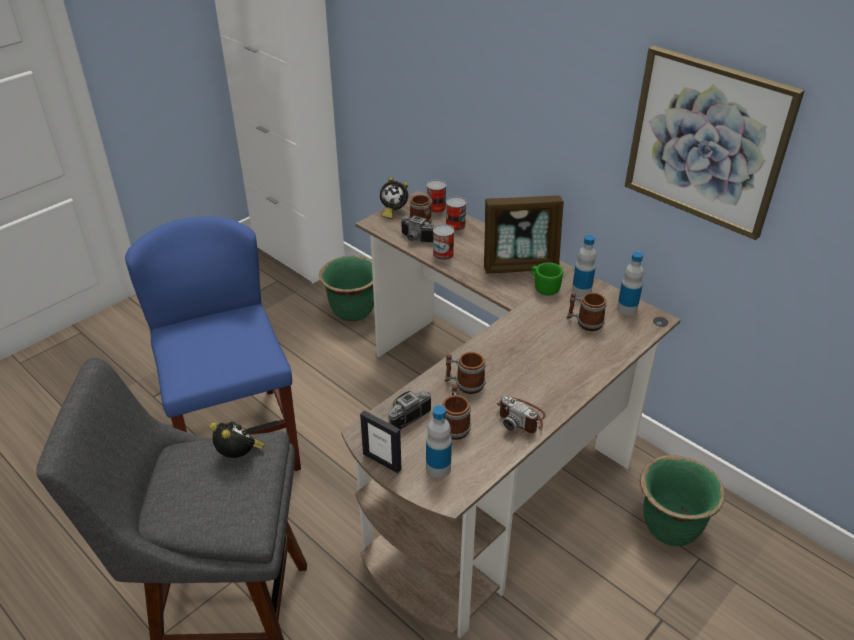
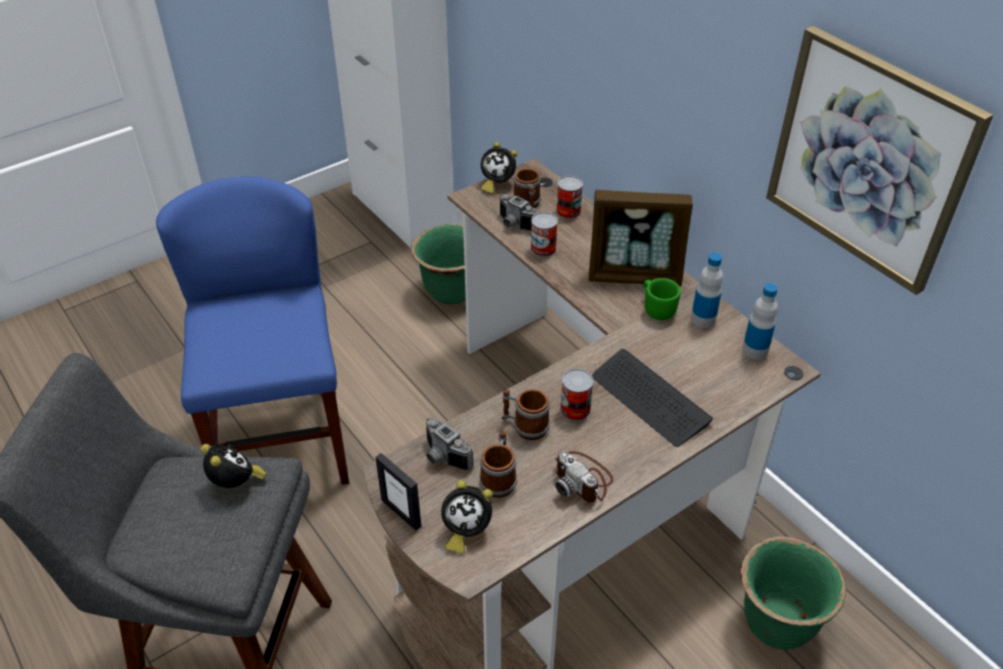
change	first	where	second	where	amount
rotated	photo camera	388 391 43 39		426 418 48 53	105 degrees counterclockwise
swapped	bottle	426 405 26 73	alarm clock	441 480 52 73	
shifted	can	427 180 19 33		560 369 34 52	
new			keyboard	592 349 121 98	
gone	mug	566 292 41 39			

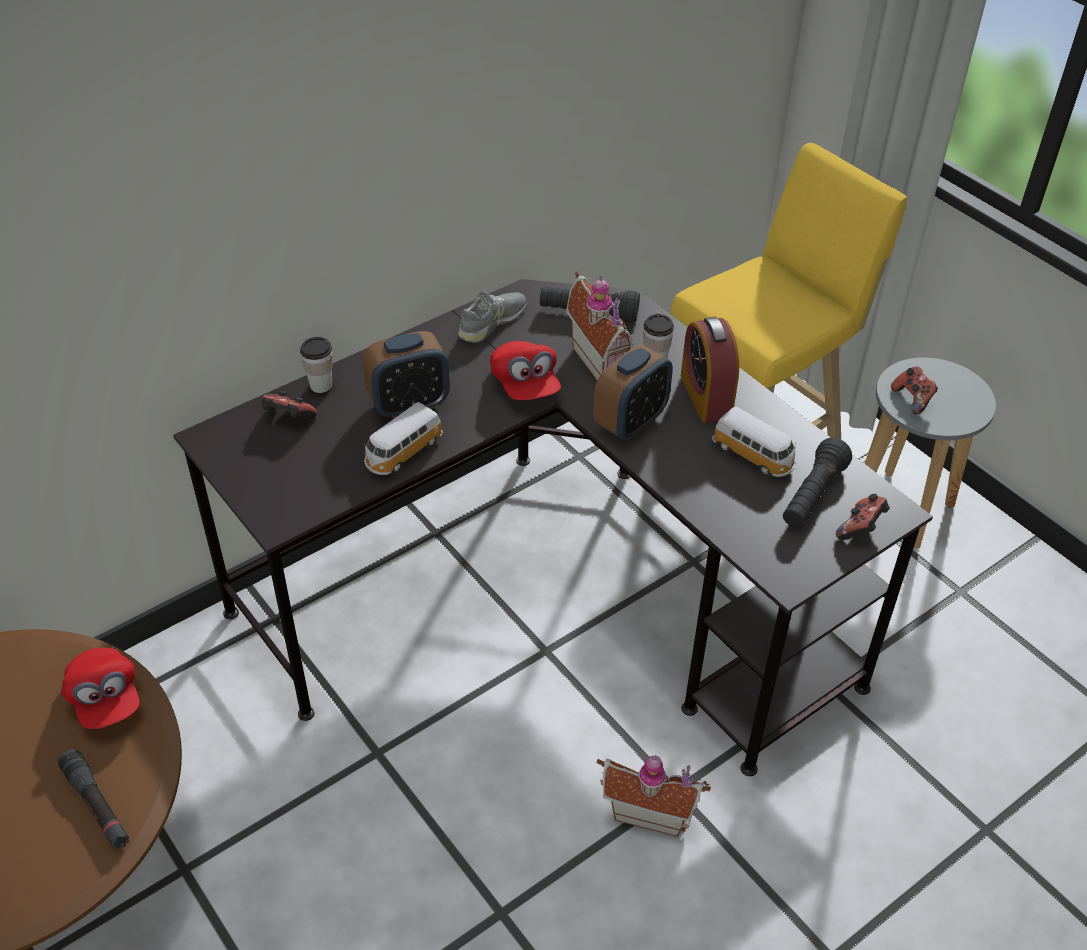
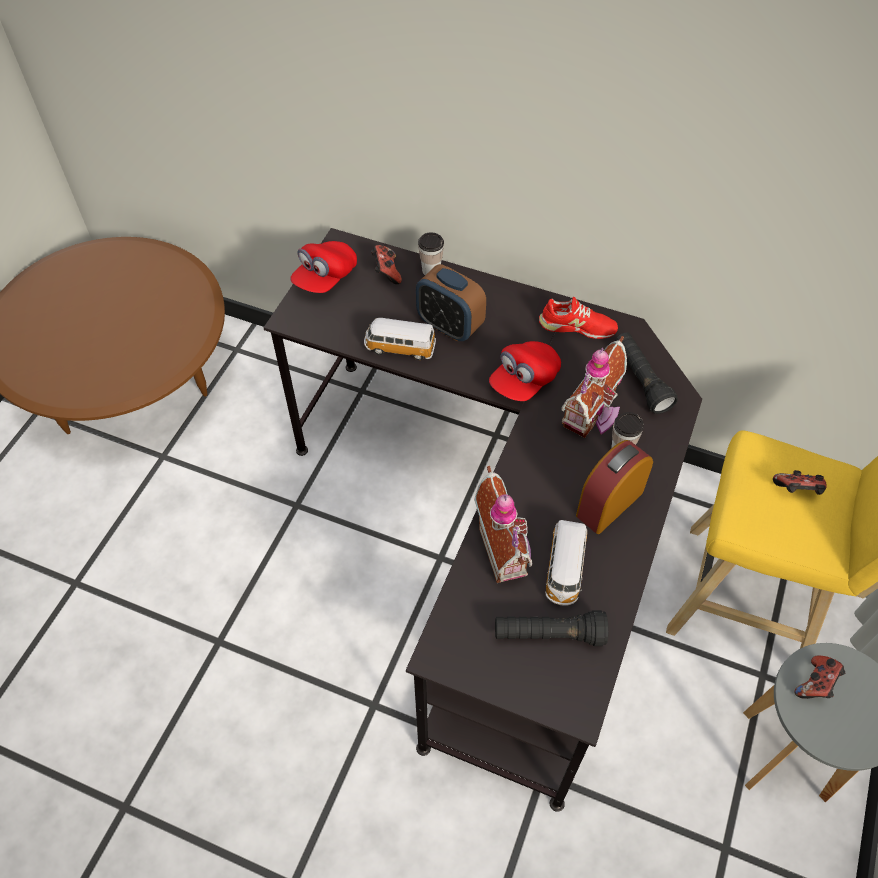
change	first	where	second	where	amount
shifted	cap (red)	61 648 79 81		290 241 67 52	
shifted	toy house	597 755 114 82		474 466 58 117	
repainted	shoe (grey)	458 291 68 52	shoe (red)	539 297 79 42	
shifted	game controller	836 494 54 46		773 470 54 25	
gone	flashlight (black)	58 749 71 100			
gone	alarm clock	593 344 80 96			

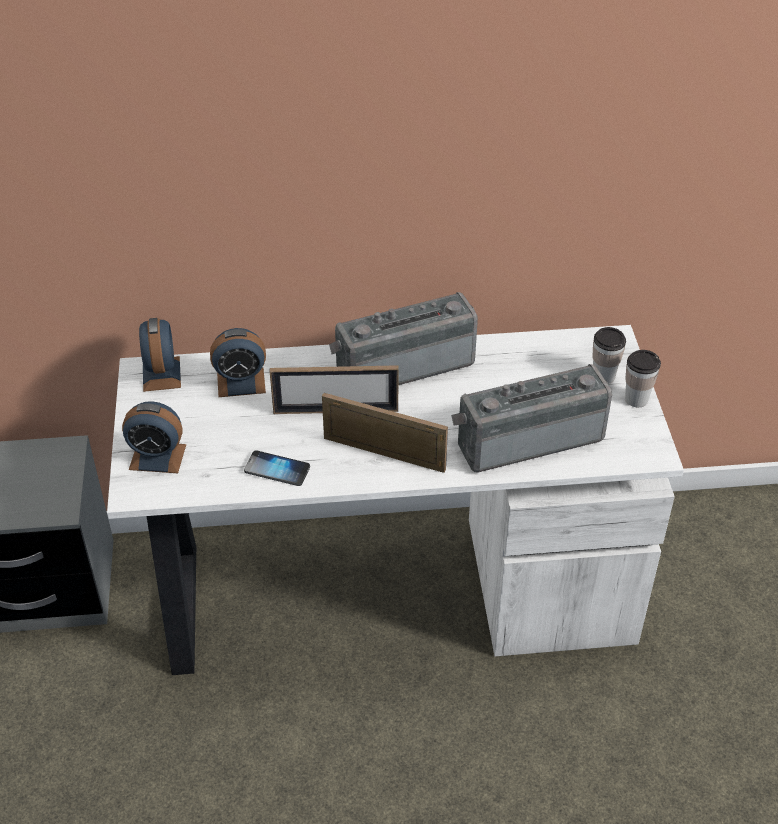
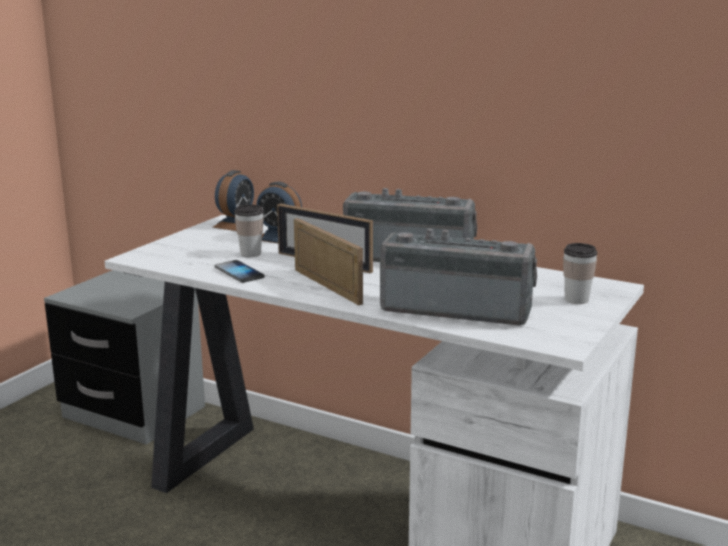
change	first	where	second	where	amount
shifted	cup	625 350 36 57		234 205 30 52	
gone	alarm clock	122 401 64 72			

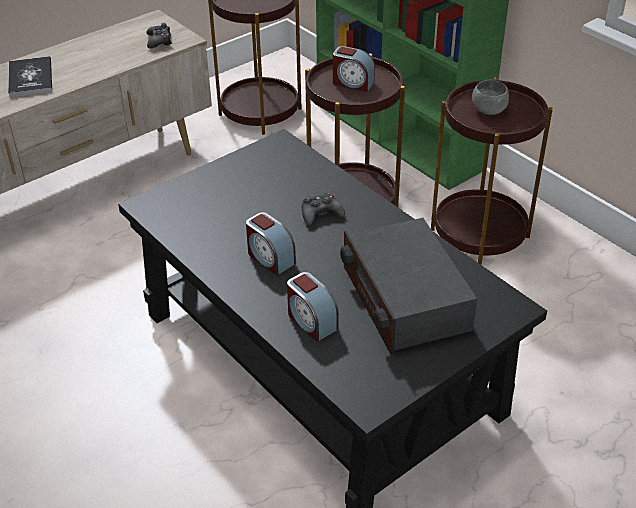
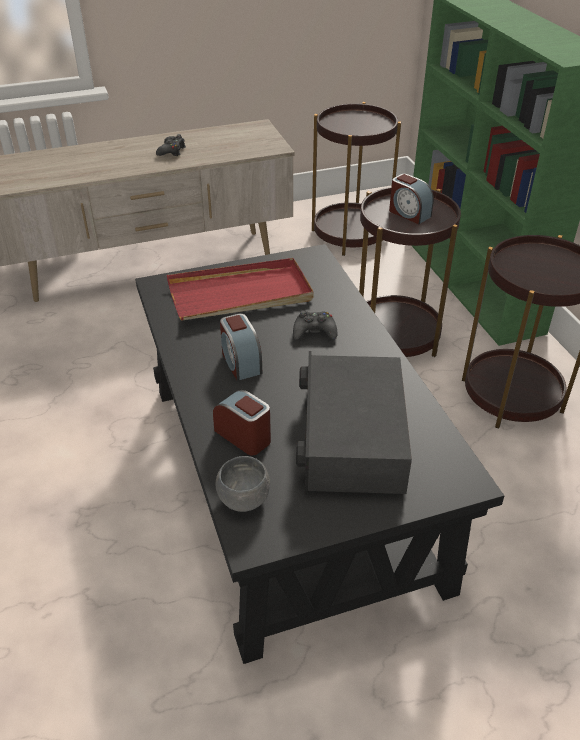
change	first	where	second	where	amount
shifted	game controller (black)	146 23 26 25		156 134 30 22	
new			tray (red)	167 258 146 63	
rotated	alarm clock	287 272 52 70		213 390 58 66	150 degrees clockwise
shifted	bowl (grey)	472 80 37 35		216 456 54 56	
gone	book	8 56 44 41			

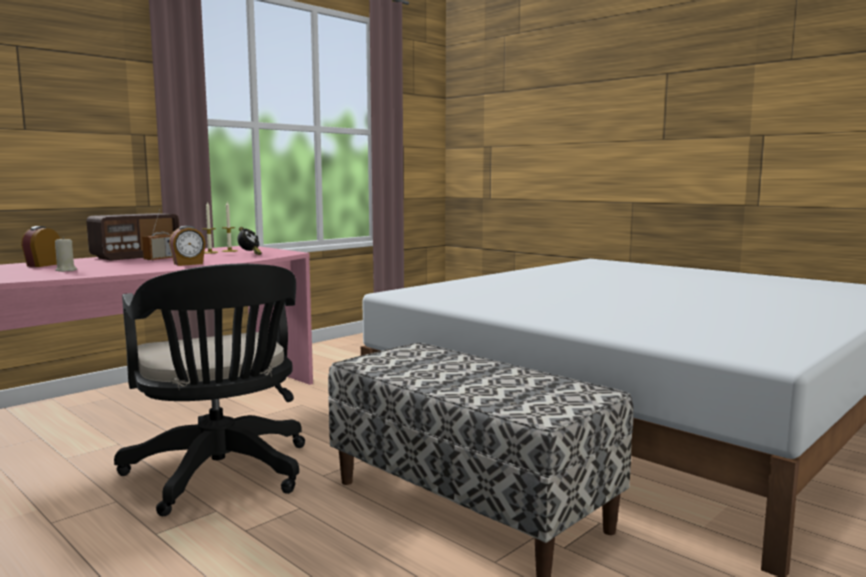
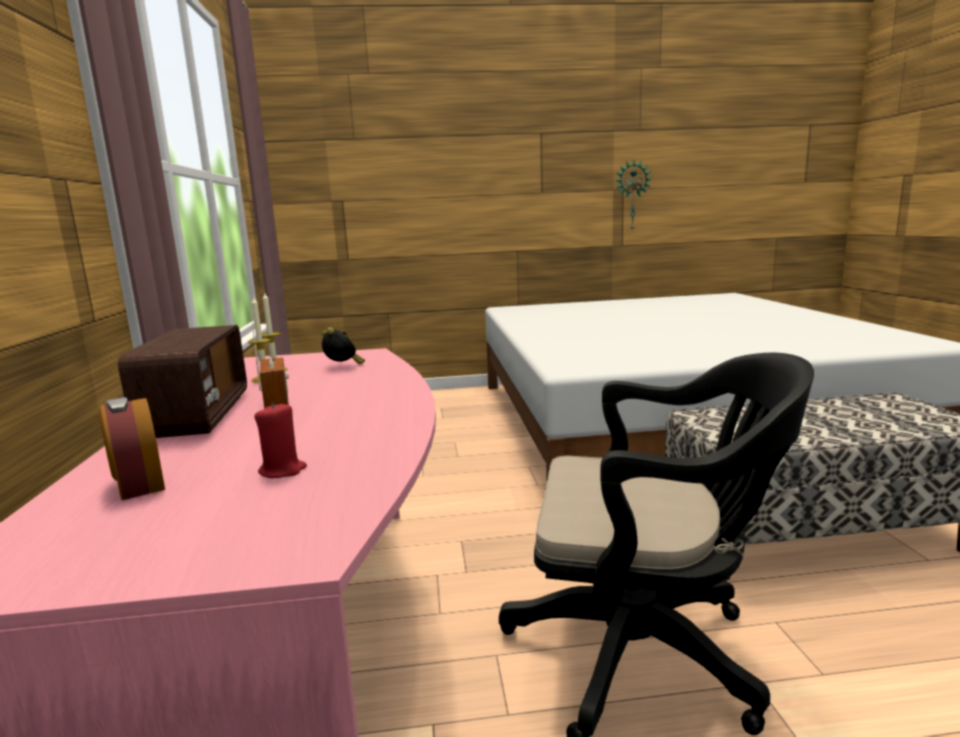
change	first	where	second	where	amount
repainted	candle (beige)	55 237 22 35	candle (red)	254 402 53 76	
new			wall clock	615 160 36 71	
gone	alarm clock	169 226 37 40			

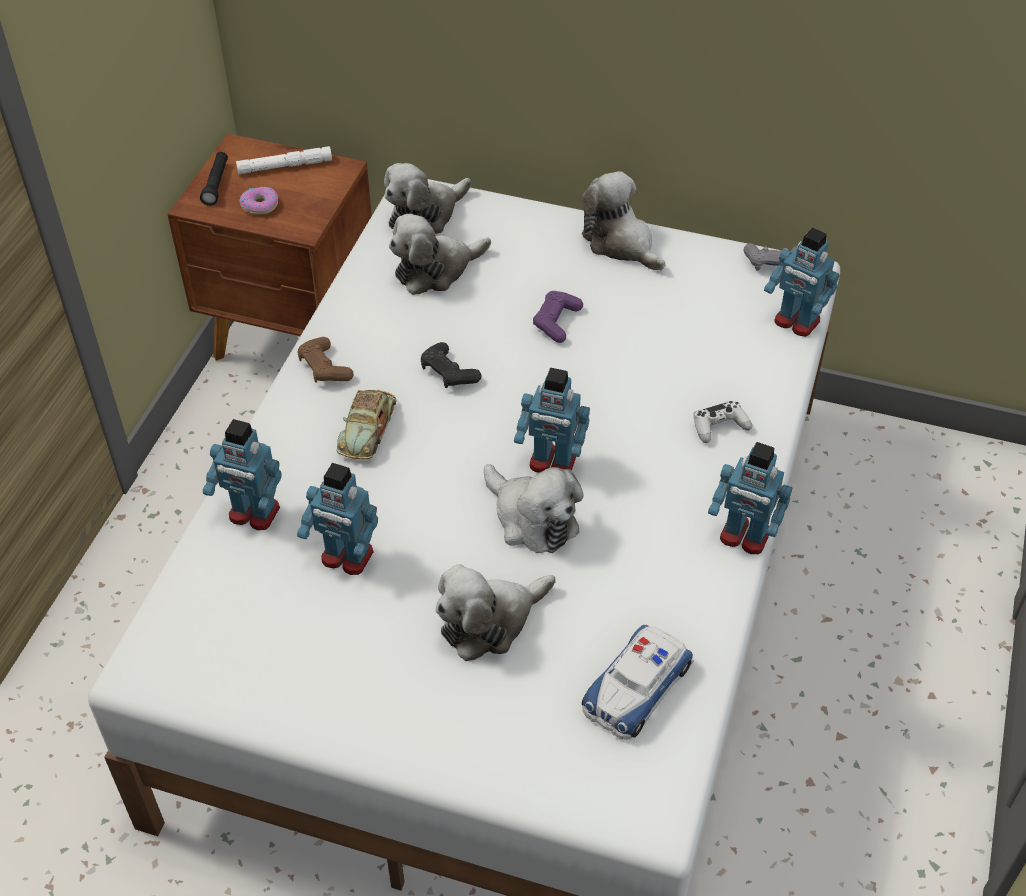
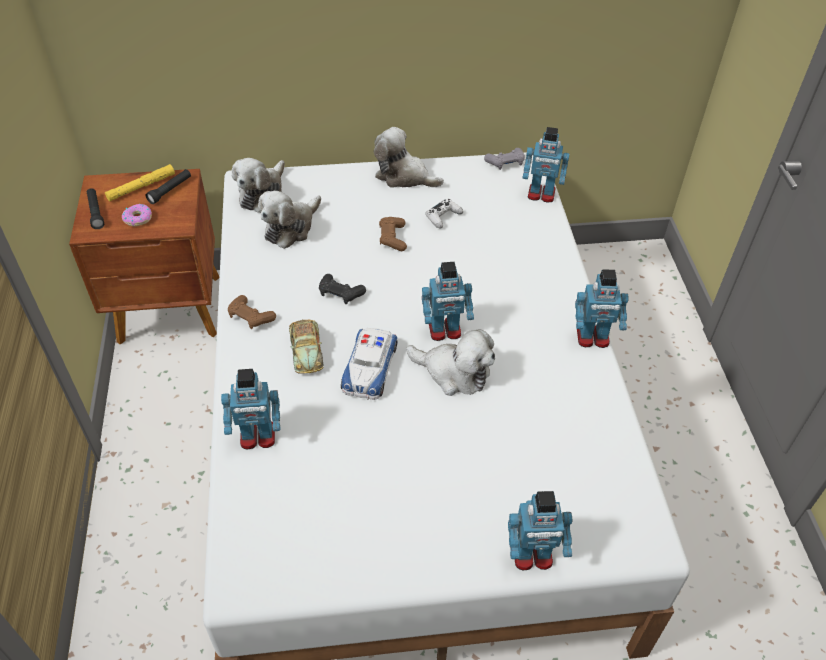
change	first	where	second	where	amount
repainted	flashlight (white)	236 146 96 28	flashlight (yellow)	105 164 70 38	
new			flashlight (black)	145 169 46 35	
shifted	toy car	582 624 111 116		341 328 57 72	
repainted	game controller (purple)	533 291 50 52	game controller (brown)	379 217 28 34	
shifted	game controller (white)	693 401 59 42		426 199 37 30	
shifted	toy robot	297 463 81 112		508 491 64 80	
gone	plush toy	436 564 120 97			

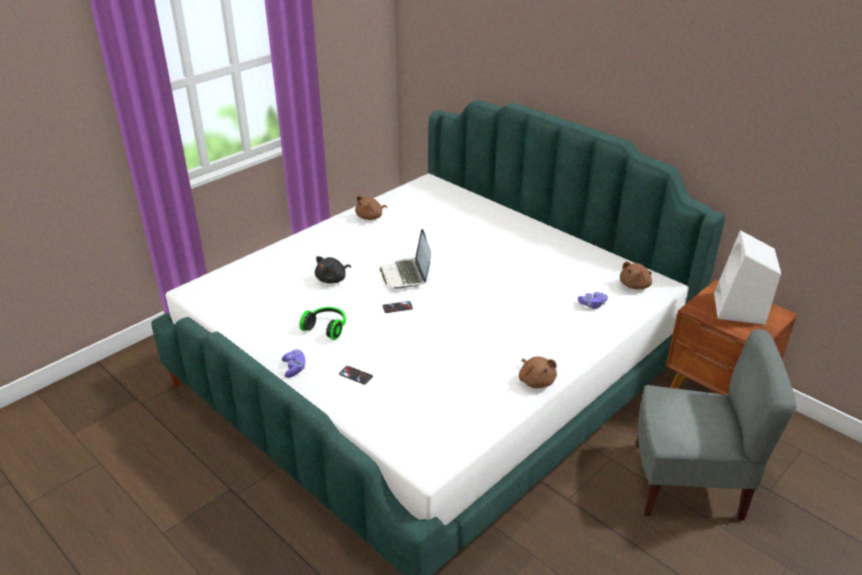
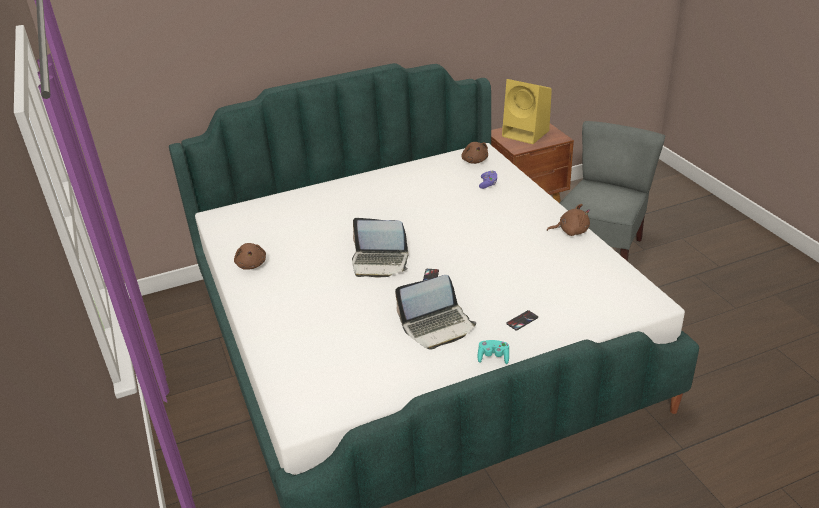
change	first	where	second	where	amount
swapped	headphones	300 307 46 33	laptop	395 275 81 75	
repainted	game controller (purple)	282 349 23 29	game controller (turquoise)	478 340 31 24	
repainted	speaker (white)	714 230 67 95	speaker (yellow)	502 79 50 65	
gone	plush toy (black)	315 256 36 27			

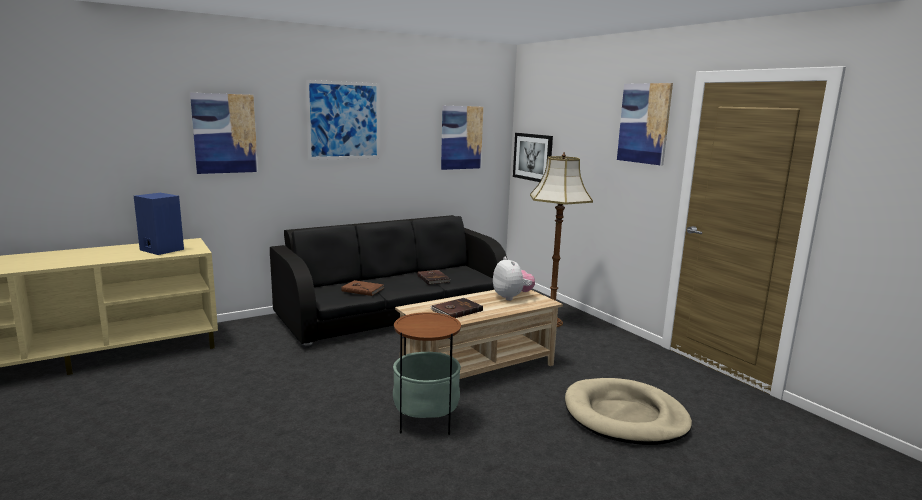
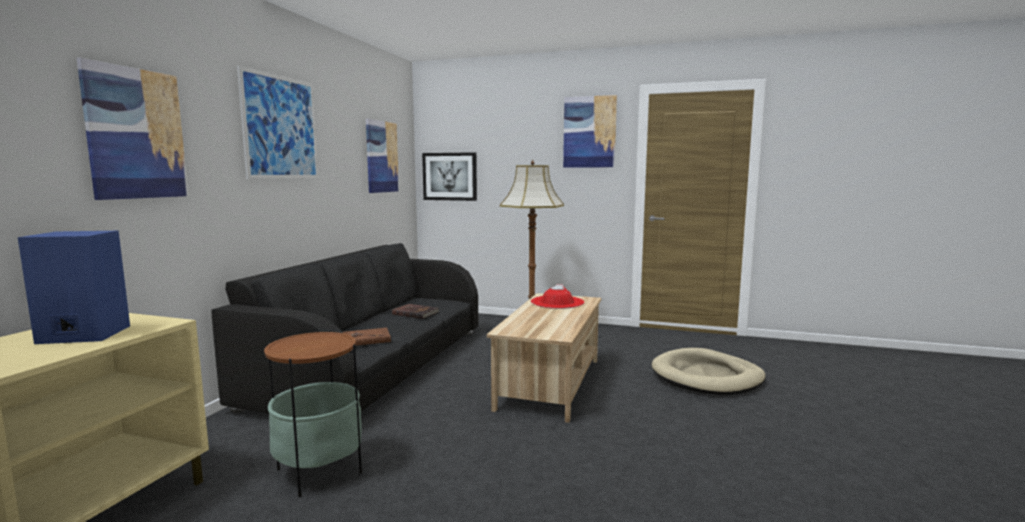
change	first	where	second	where	amount
shifted	side table	393 312 68 123		264 331 98 166	
swapped	plush toy	493 257 42 44	hat (red)	531 284 54 25	
gone	book (brown)	430 298 53 20			

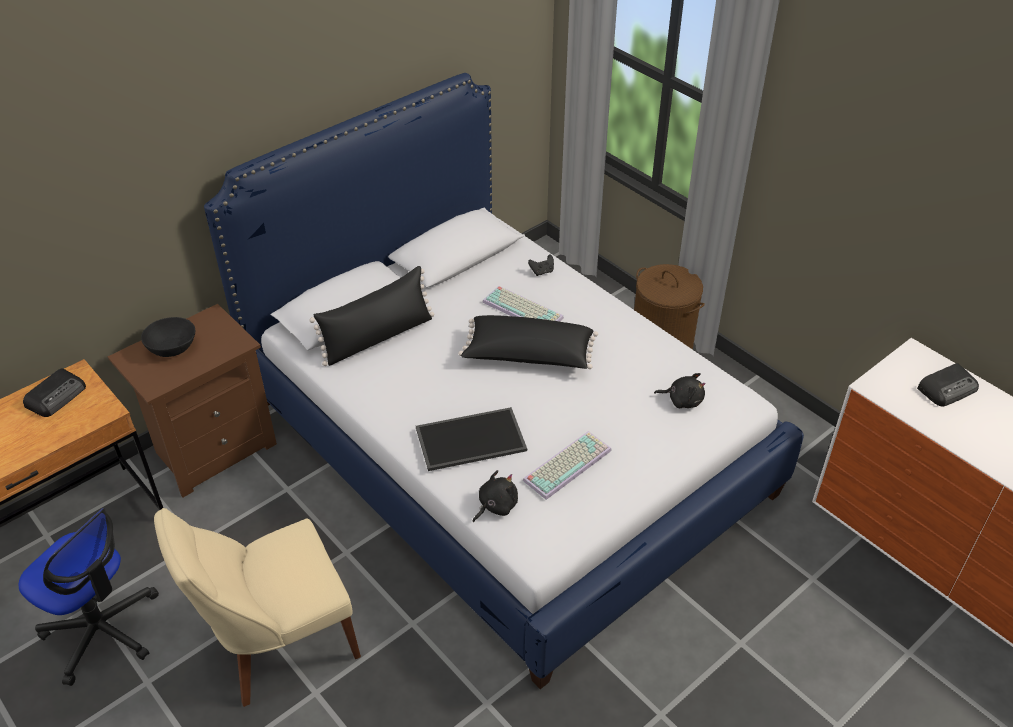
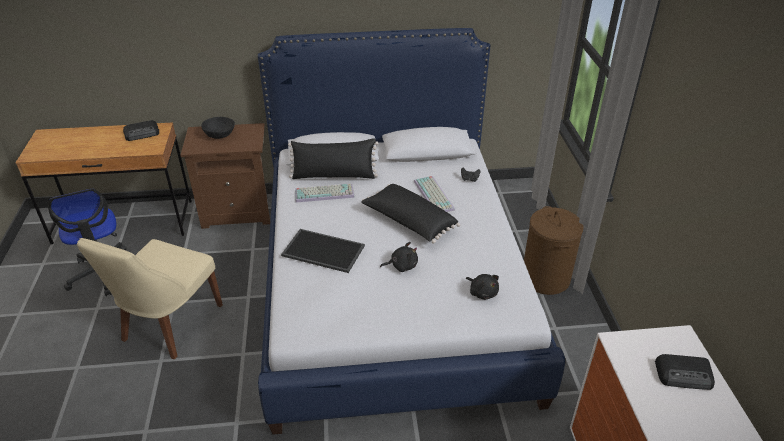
change	first	where	second	where	amount
rotated	chair (beige)	154 508 207 199		77 238 146 121	75 degrees counterclockwise
shifted	keyboard	523 431 89 69		295 184 60 19	
shifted	plush toy (black)	473 470 45 52		380 242 38 30	

